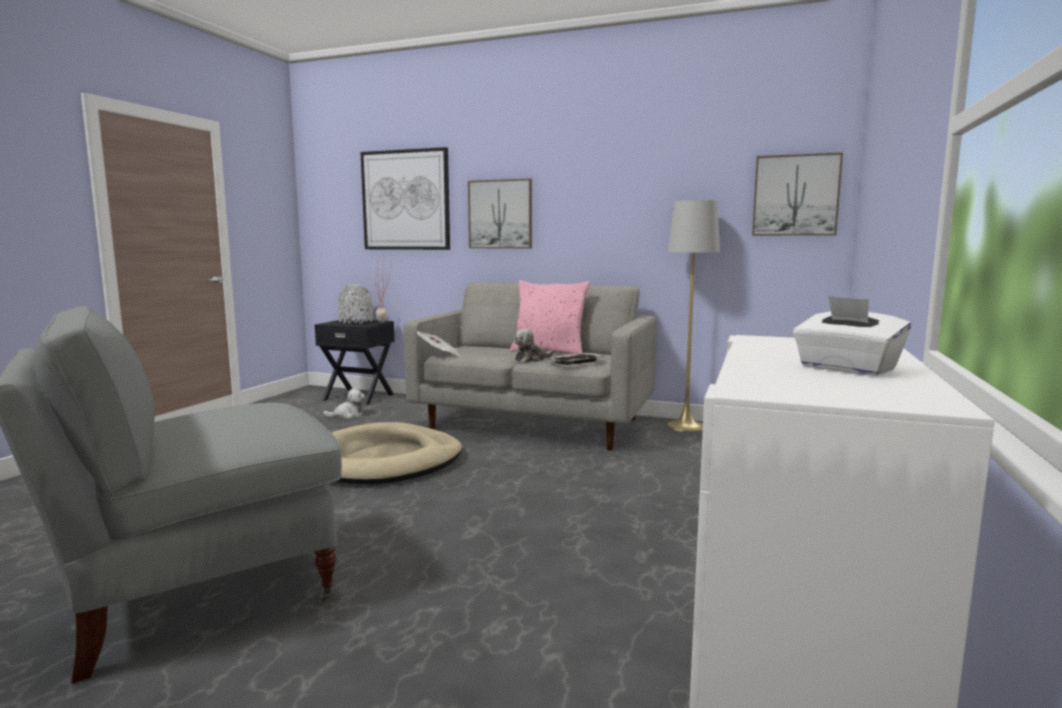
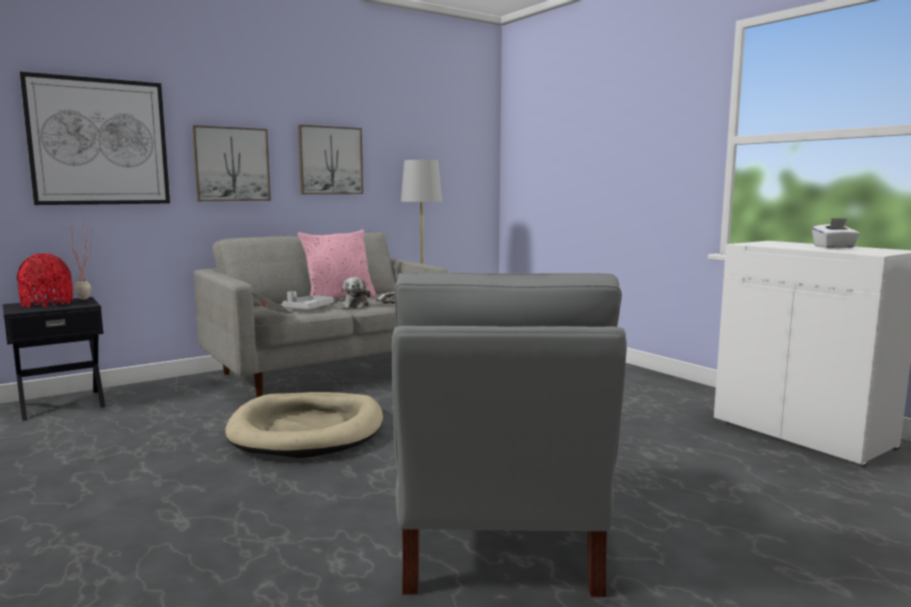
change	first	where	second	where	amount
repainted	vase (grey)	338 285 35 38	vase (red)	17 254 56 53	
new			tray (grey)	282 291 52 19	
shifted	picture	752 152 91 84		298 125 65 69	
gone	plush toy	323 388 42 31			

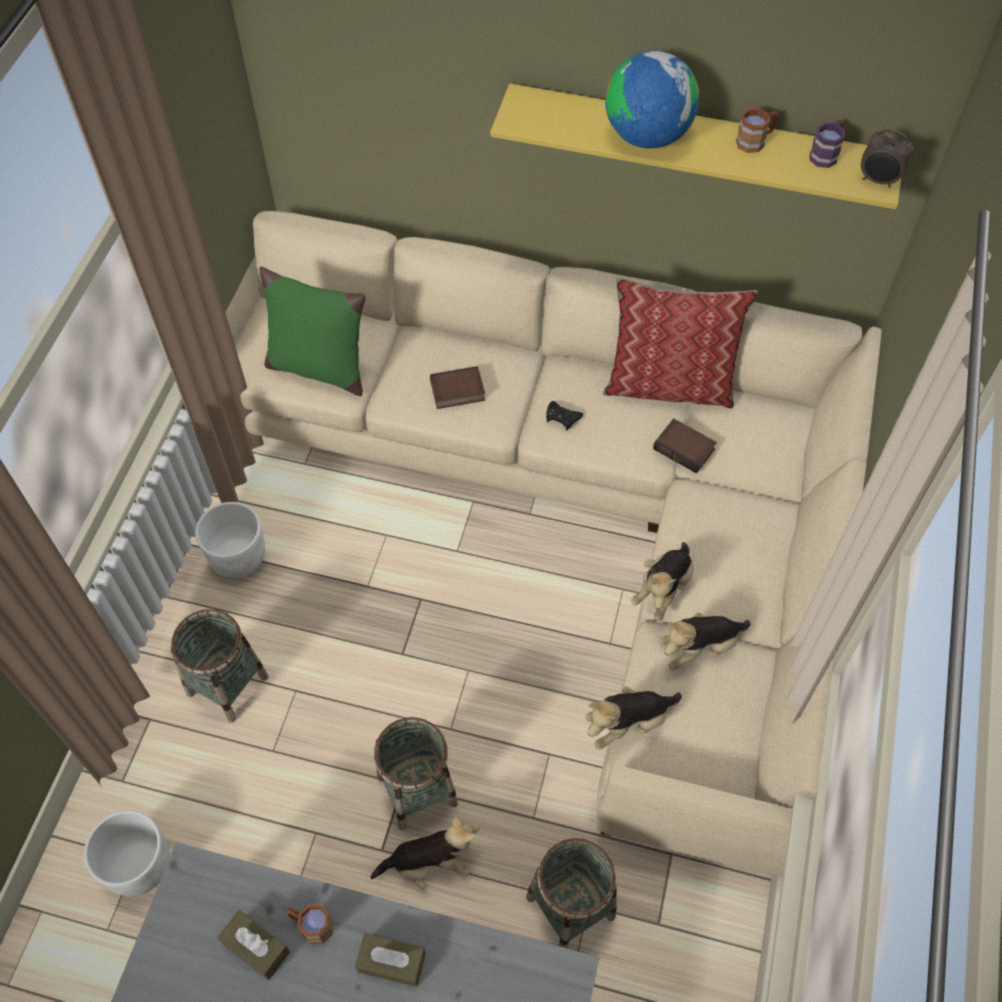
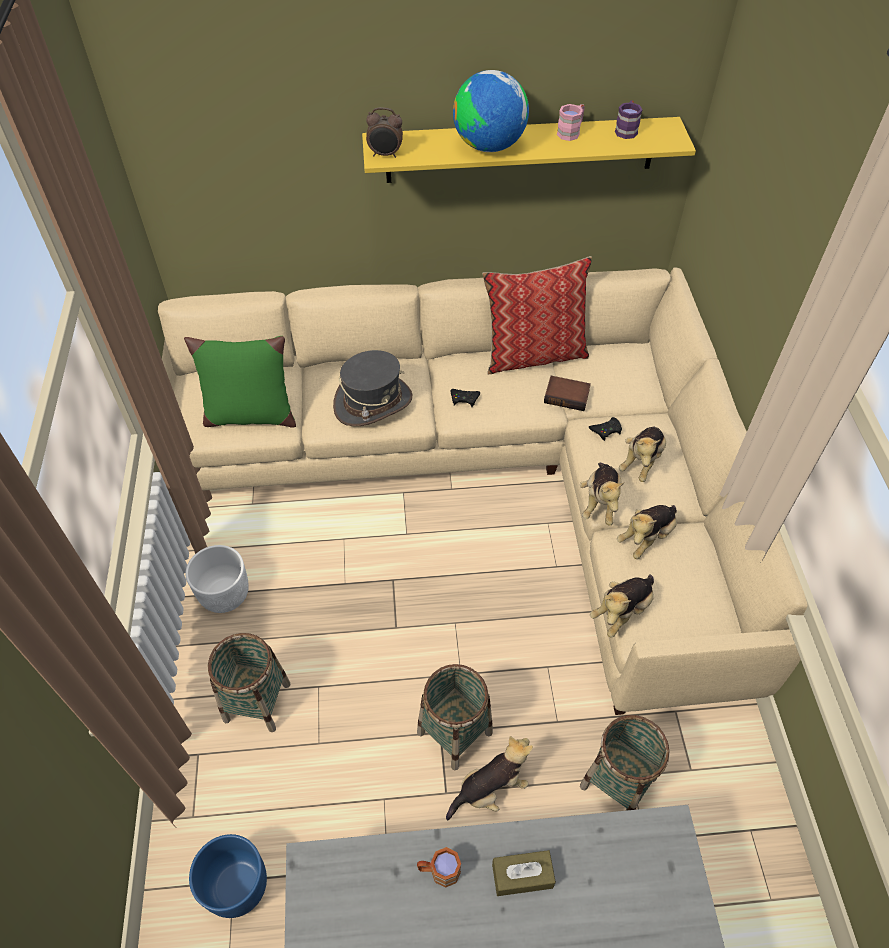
change	first	where	second	where	amount
repainted	planter (white)	84 810 86 86	planter (blue)	189 834 78 84	
swapped	book	430 366 55 43	hat (grey)	333 350 79 76	
shifted	alarm clock	861 129 53 59		366 107 37 51	
repainted	mug (brown)	736 108 42 45	mug (pink)	557 104 28 37	
new			game controller (black)	589 417 33 24	
new			plush toy	619 426 47 56	
gone	tissue box (brown)	217 910 73 70			

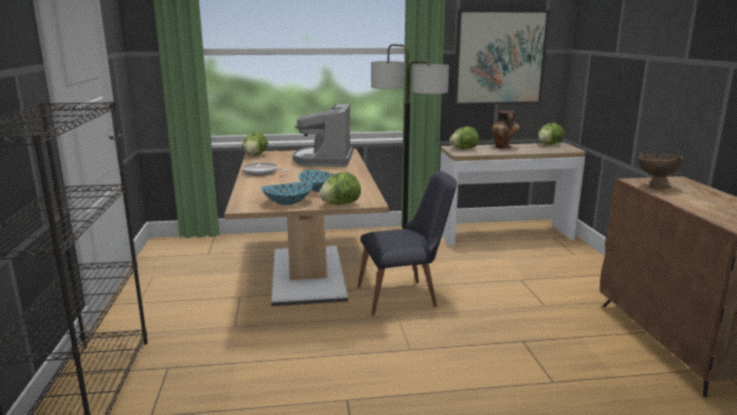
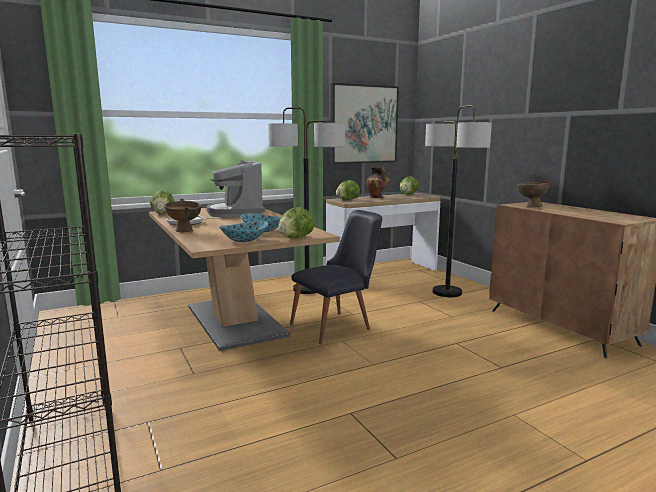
change	first	where	second	where	amount
new			bowl (brown)	165 199 36 34	
new			floor lamp	425 105 67 192	

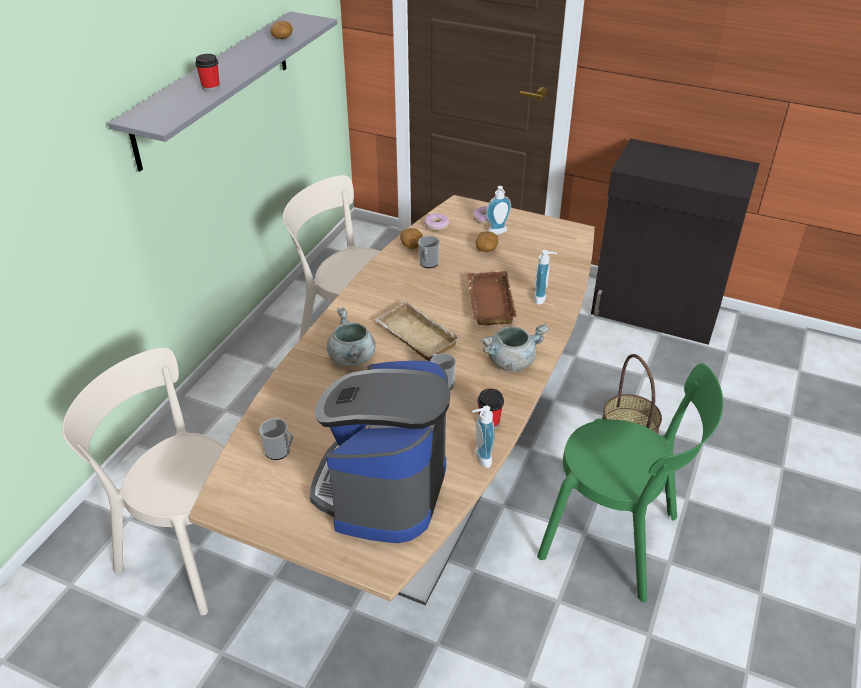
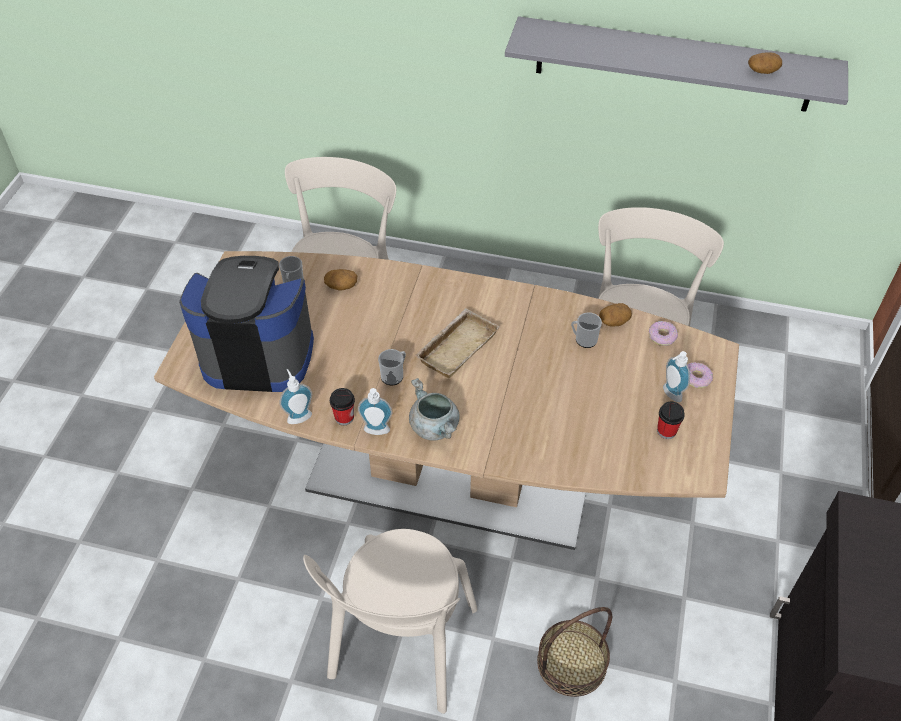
change	first	where	second	where	amount
repainted	chair (green)	537 363 186 239	chair (beige)	303 529 174 185	
shifted	potato	476 231 22 21		324 269 33 22	
shifted	soap dispenser	534 250 23 55		358 388 34 47	
shifted	cup	195 54 25 37		657 402 28 37	
gone	cooking pot (grey)	327 307 49 59			
gone	tray (brown)	467 271 50 54			

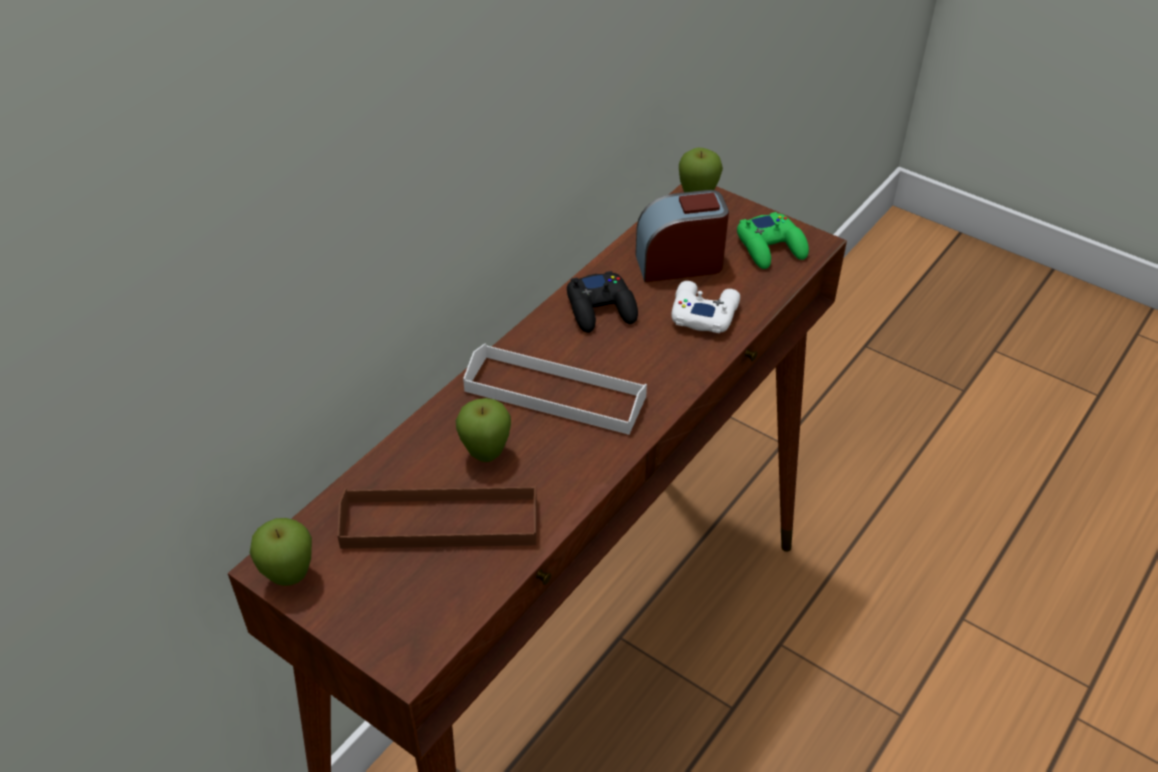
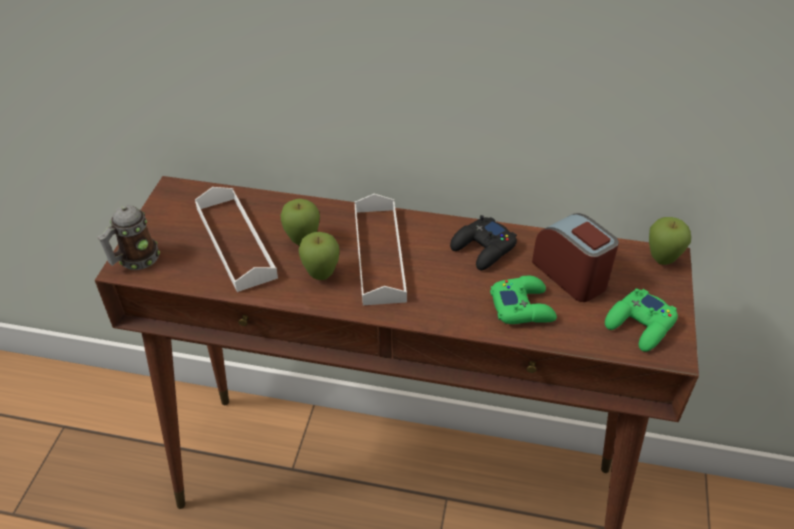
change	first	where	second	where	amount
new			mug	97 205 63 65	
repainted	tray (brown)	337 485 200 64	tray (white)	195 187 83 105	
shifted	apple	250 518 62 68		298 232 42 48	
repainted	game controller (white)	671 281 69 52	game controller (green)	490 276 67 48	

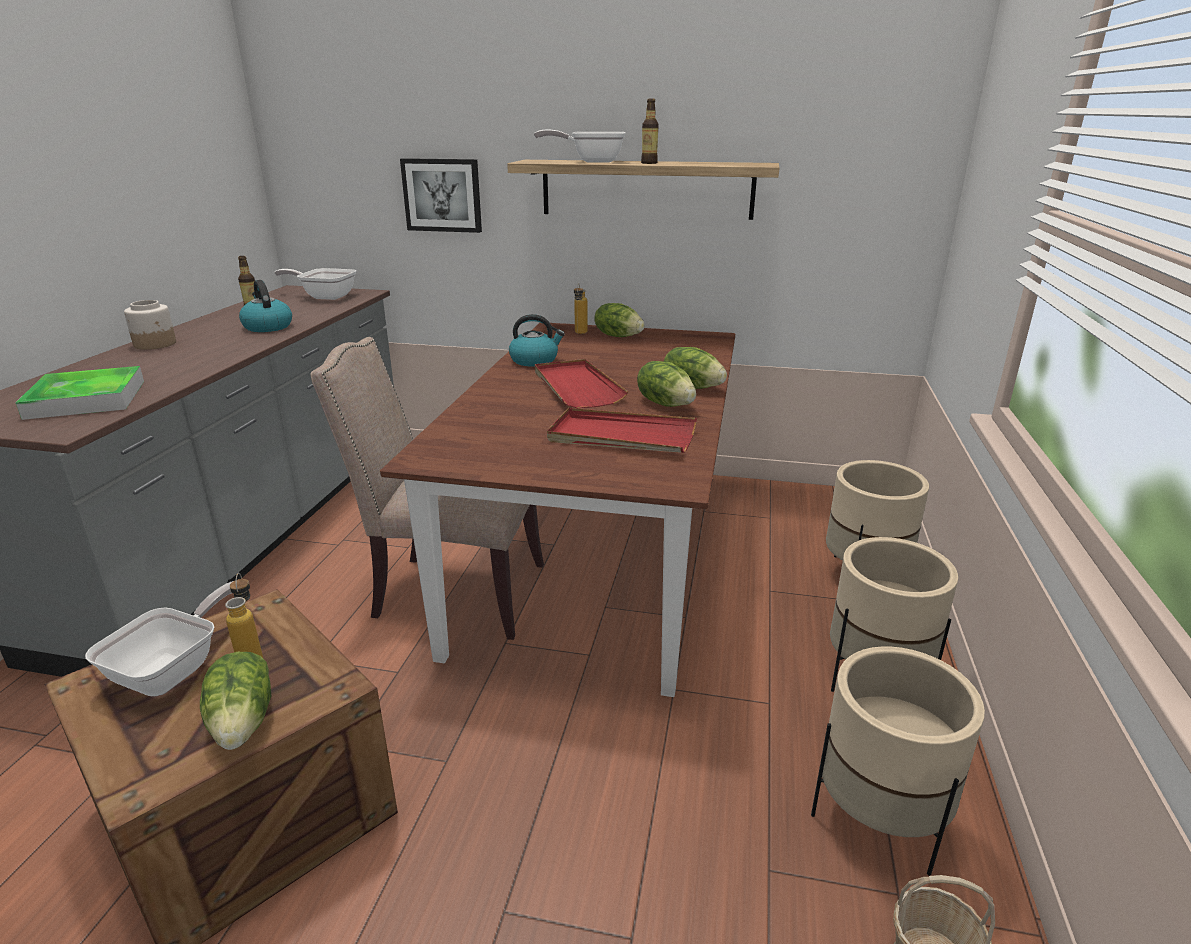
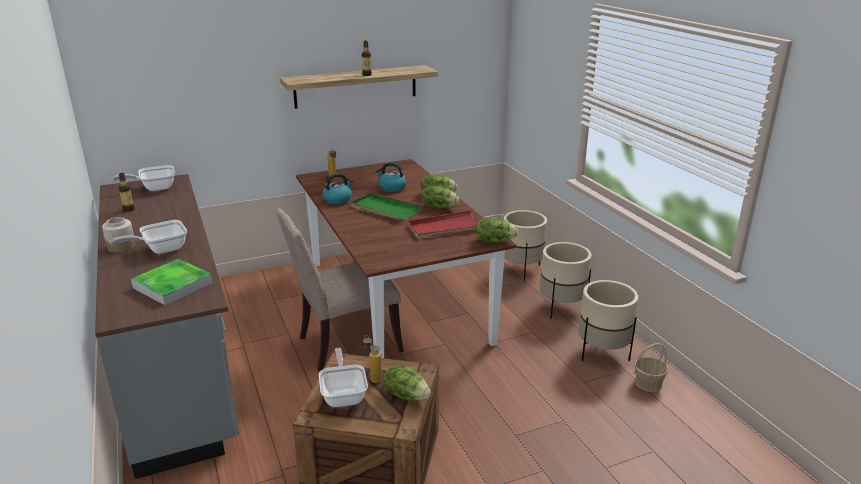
change	first	where	second	where	amount
shifted	frying pan	534 130 92 33		109 220 78 34	
repainted	tray (red)	535 359 93 49	tray (green)	351 193 71 27	
shifted	kettle	239 280 53 52		376 162 31 30	
shifted	lettuce	595 303 49 34		475 218 43 25	
gone	picture	400 158 82 75			

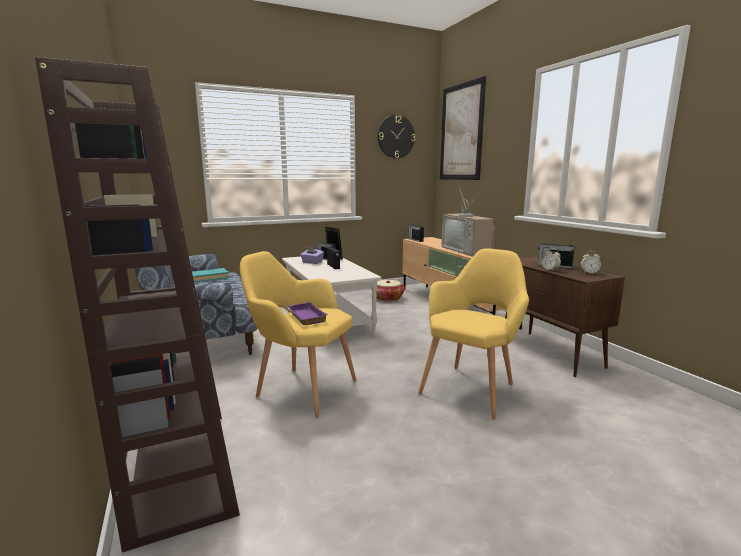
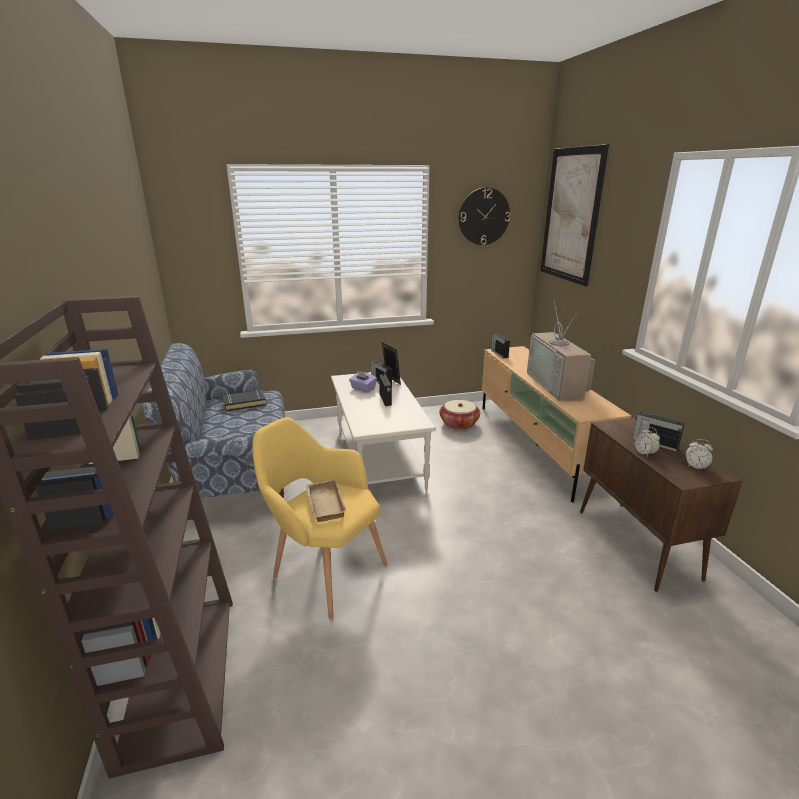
change	first	where	second	where	amount
repainted	book (turquoise)	192 268 37 15	book (black)	223 390 44 21	
repainted	tray (purple)	286 302 43 23	tray (beige)	306 480 41 42	
gone	armchair (yellow)	418 248 111 171			

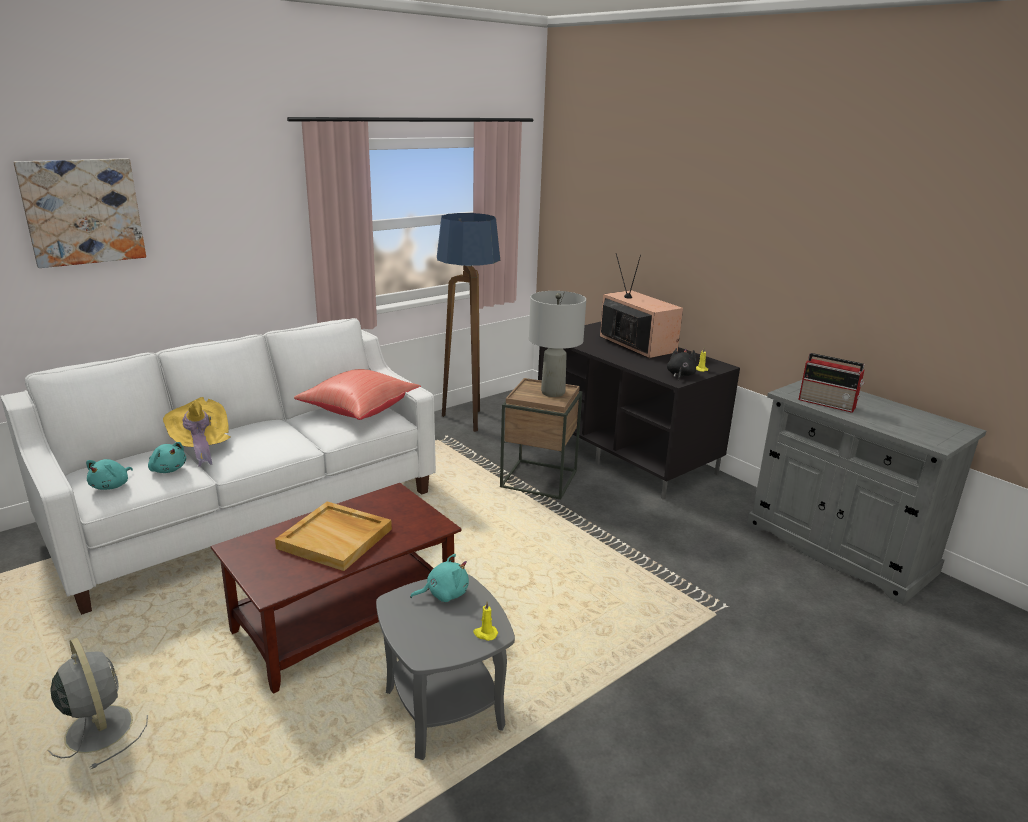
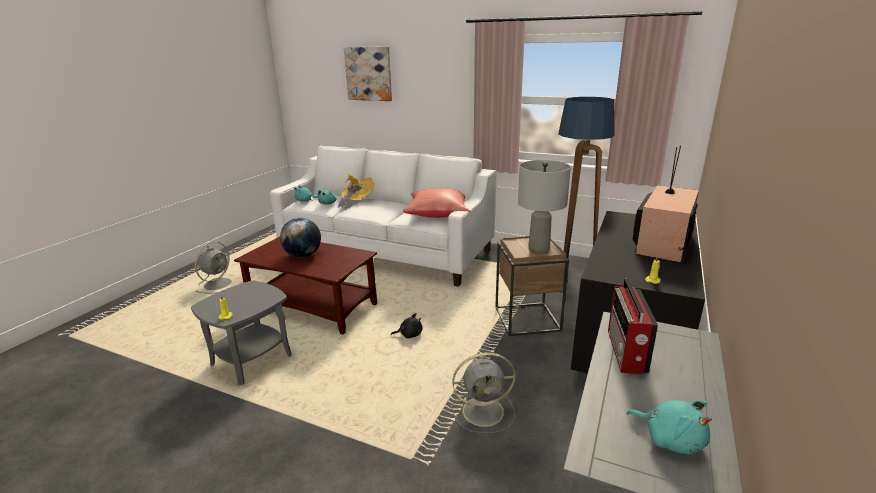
change	first	where	second	where	amount
swapped	tray (beige)	275 501 117 70	globe	280 218 41 39	
shifted	plush toy (black)	667 348 30 33		391 313 31 26	
new			fan (grey)	450 352 65 82	
shifted	plush toy (turquoise)	410 554 59 48		627 400 85 54	

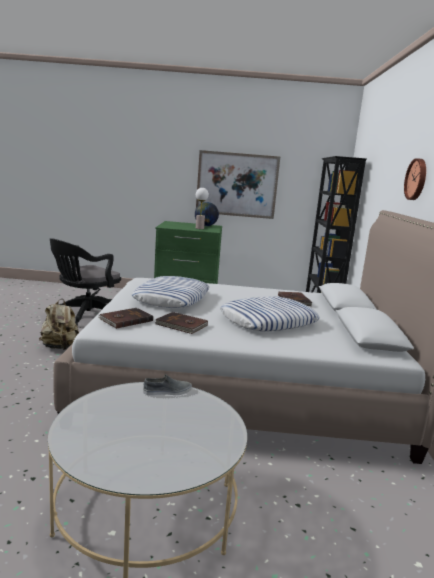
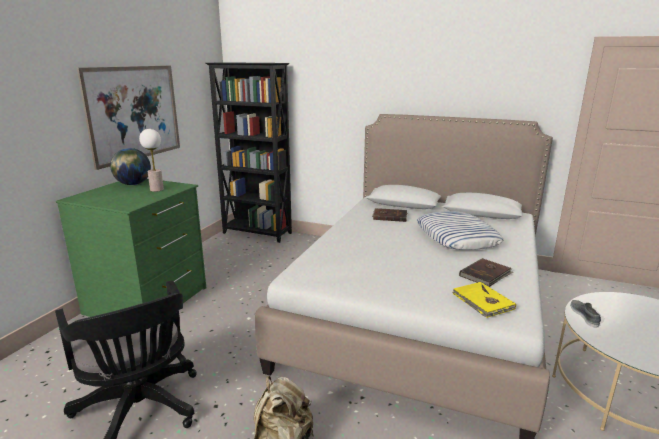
change	first	where	second	where	amount
repainted	book (brown)	99 308 54 21	book (yellow)	453 282 63 36	
gone	pillow	132 276 77 32			
gone	wall clock	404 158 22 42			

